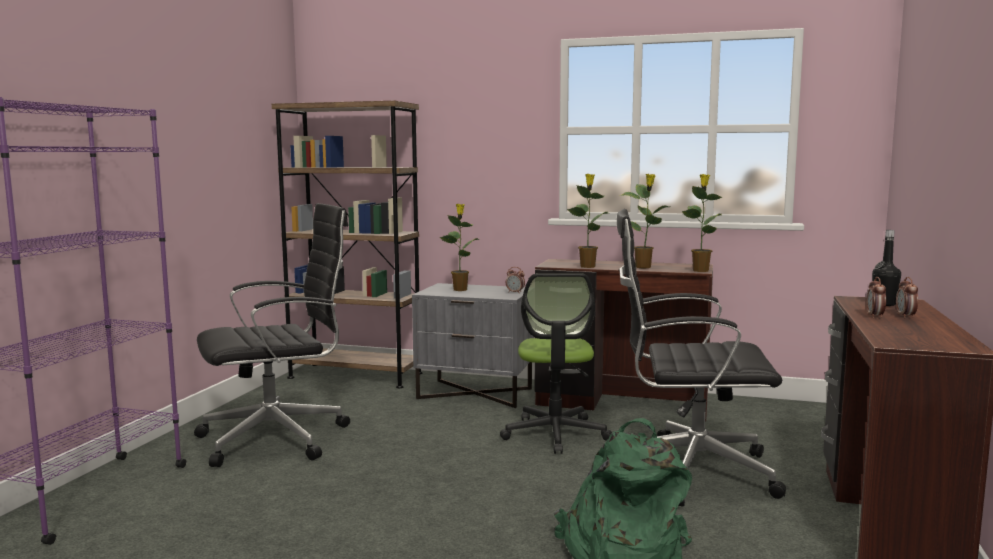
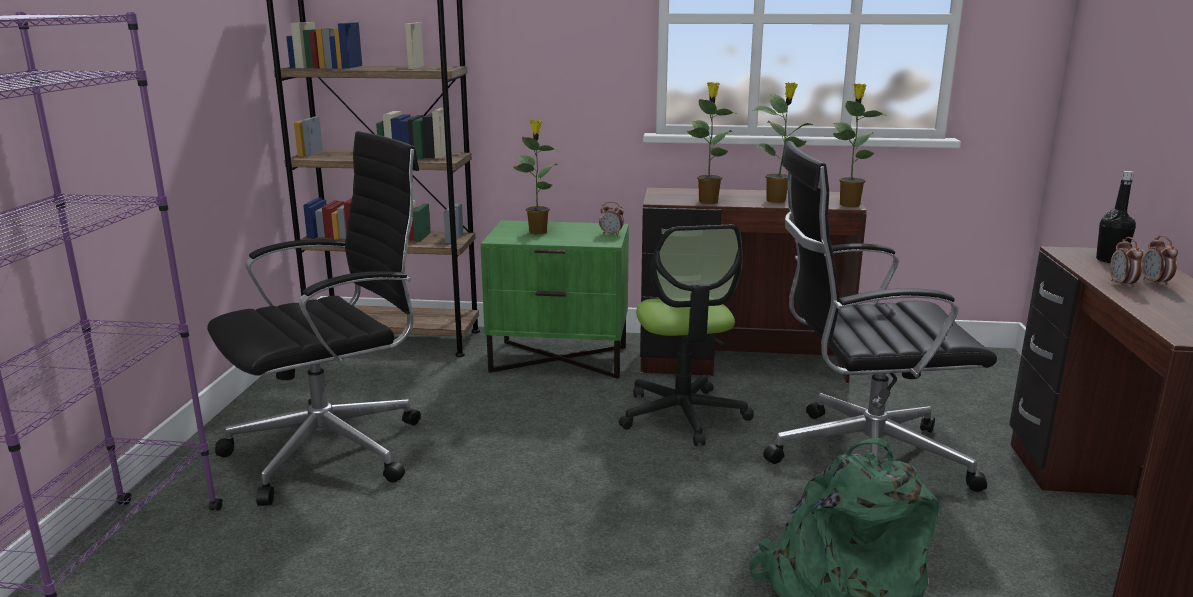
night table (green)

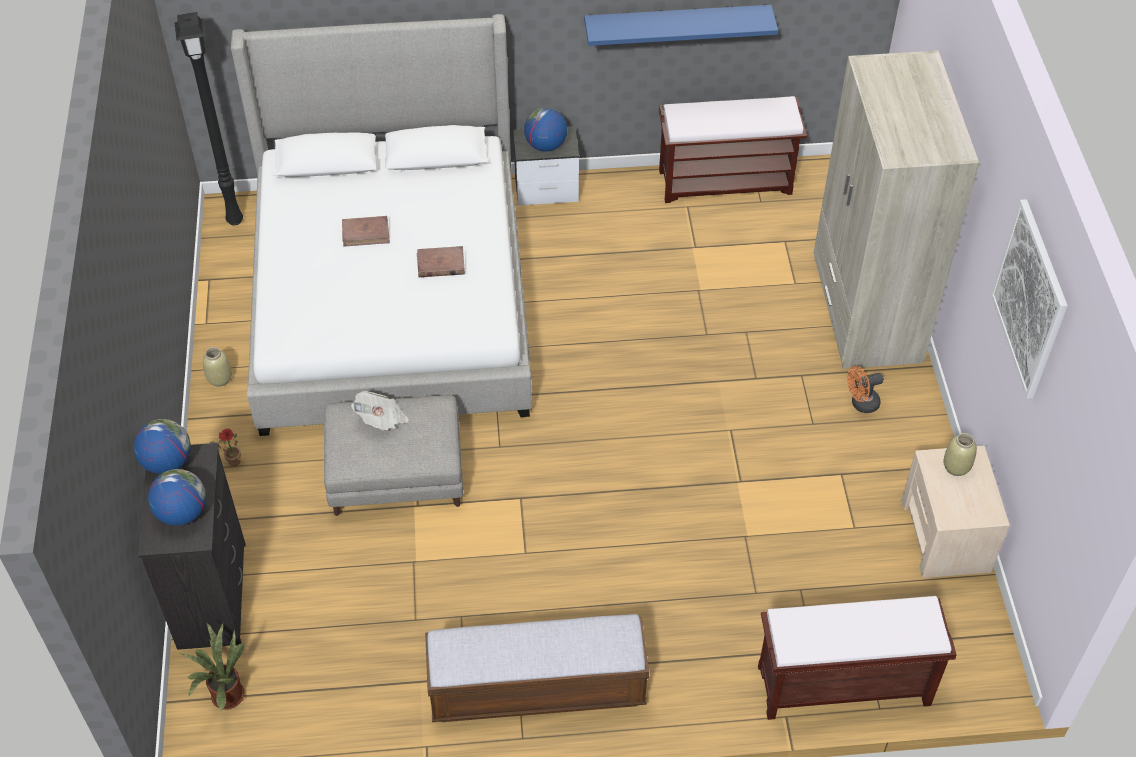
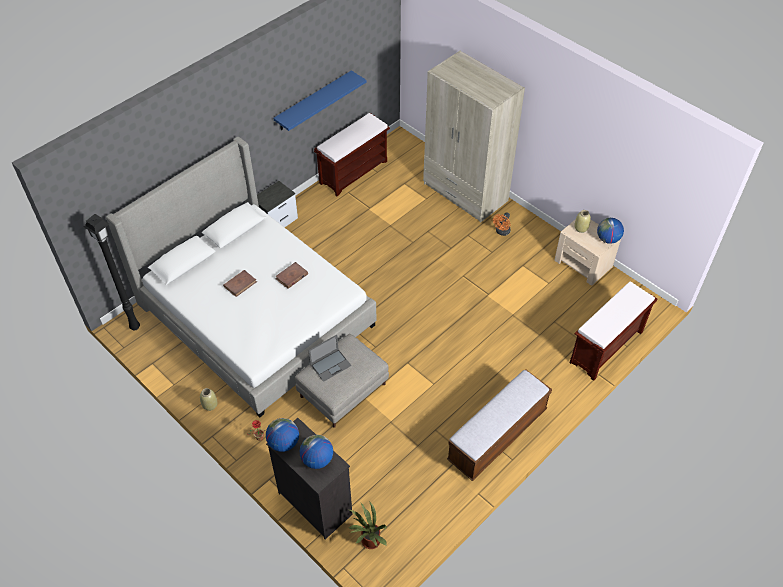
notebook computer; world globe (no. 3 from left); wall art

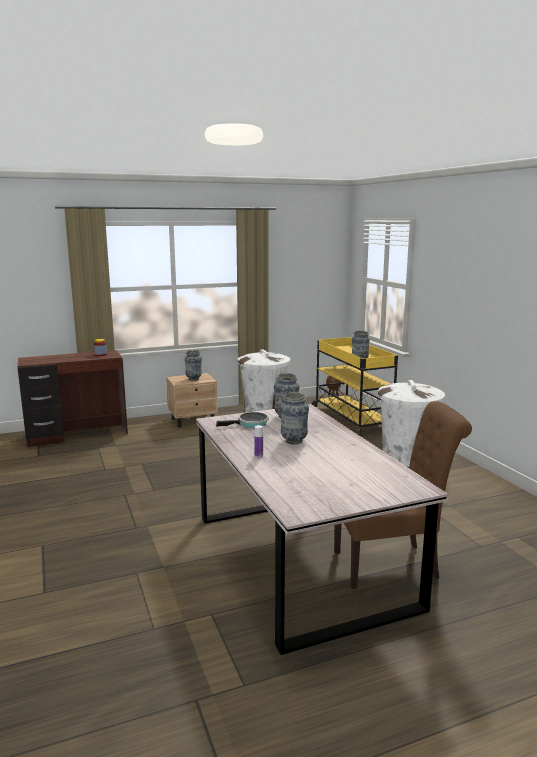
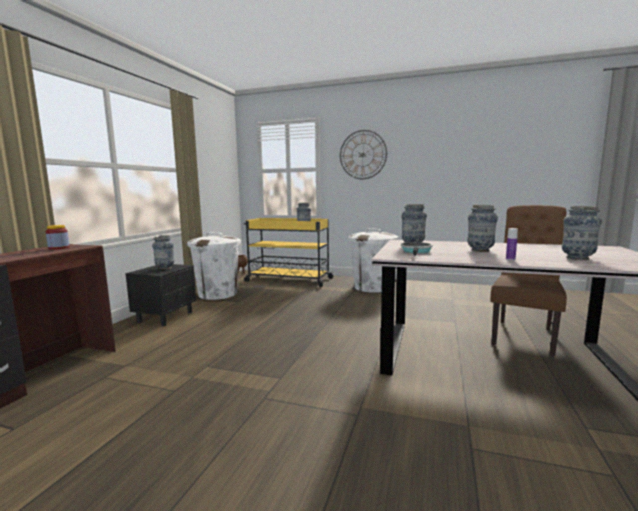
night table (blackish); hanging clock; vase (no. 5 from left)

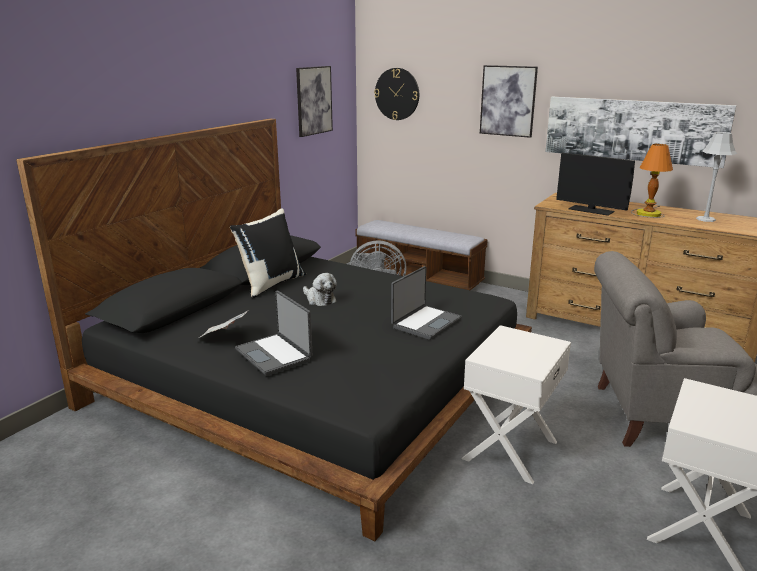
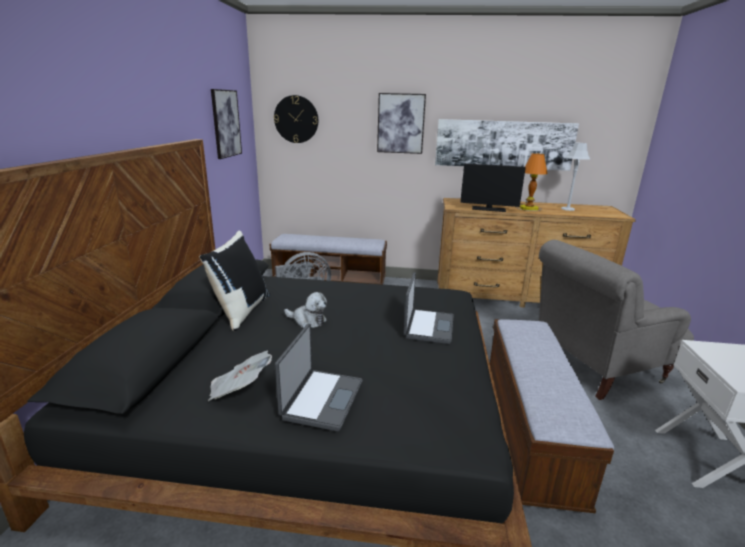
notebook computer (no. 1 from left); indoor bench (no. 2 from left)

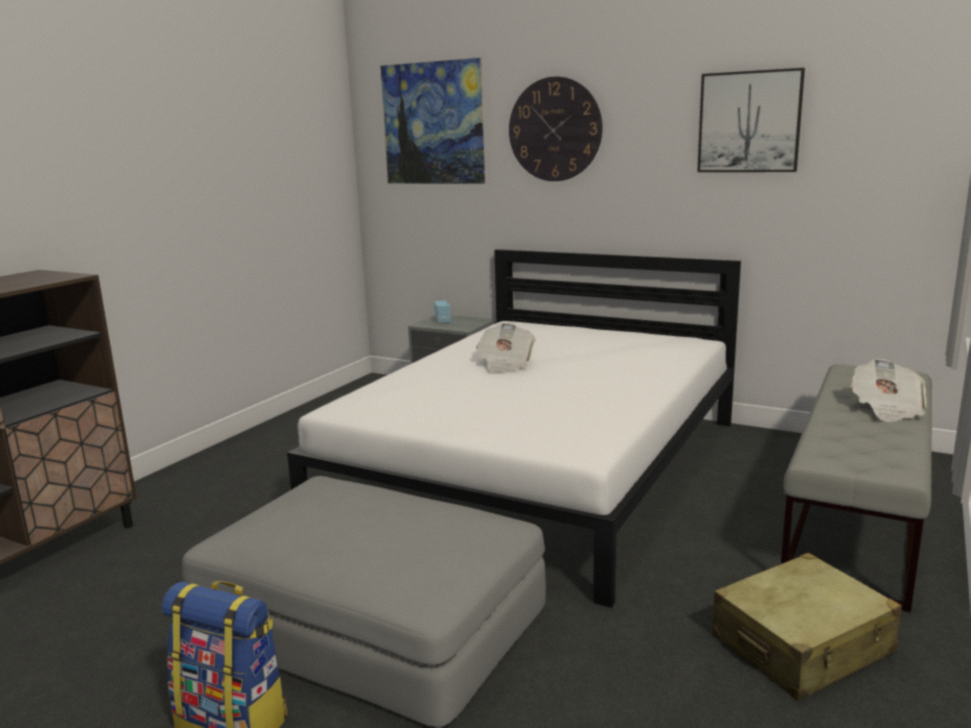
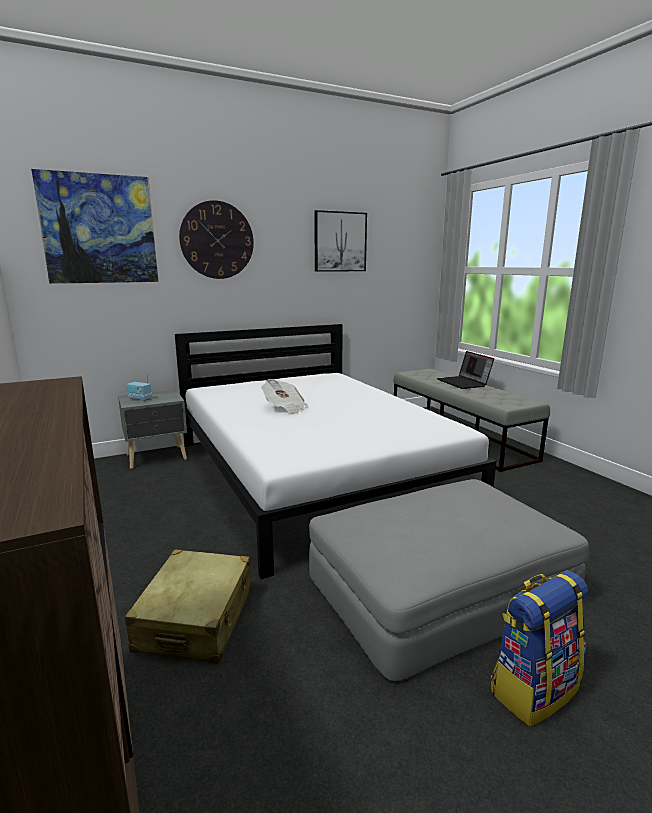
suitcase (beige-coloured); notebook computer

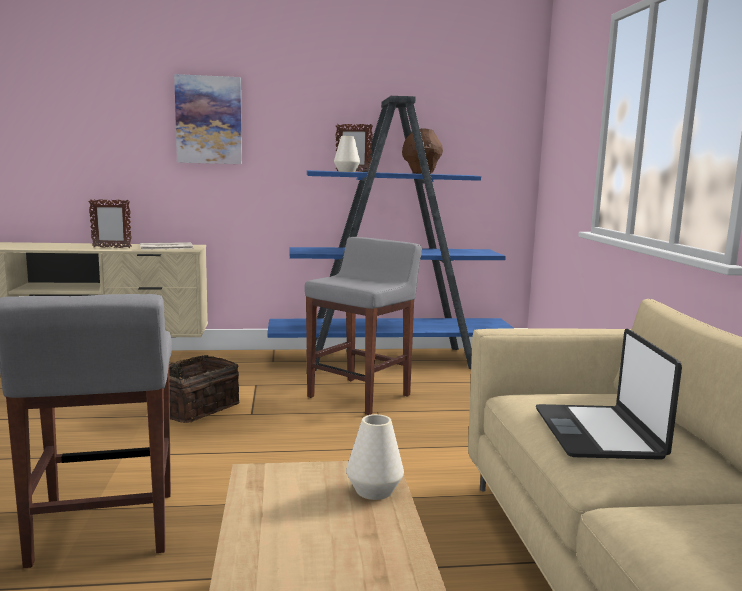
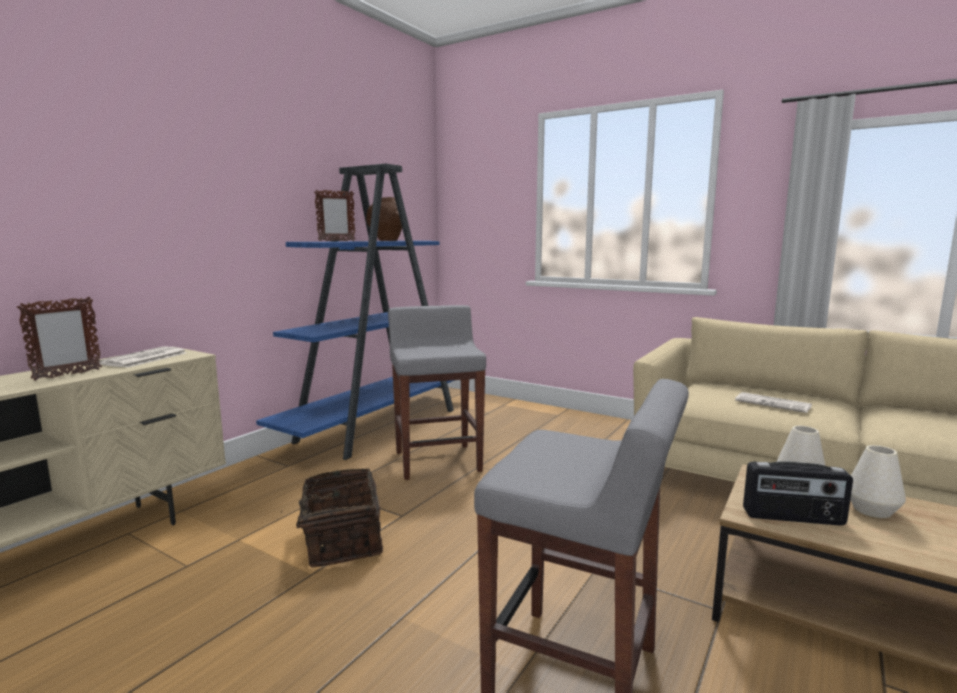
printed paper (no. 2 from left); radio receiver; vase (white-coloured) (no. 2 from left); wall art

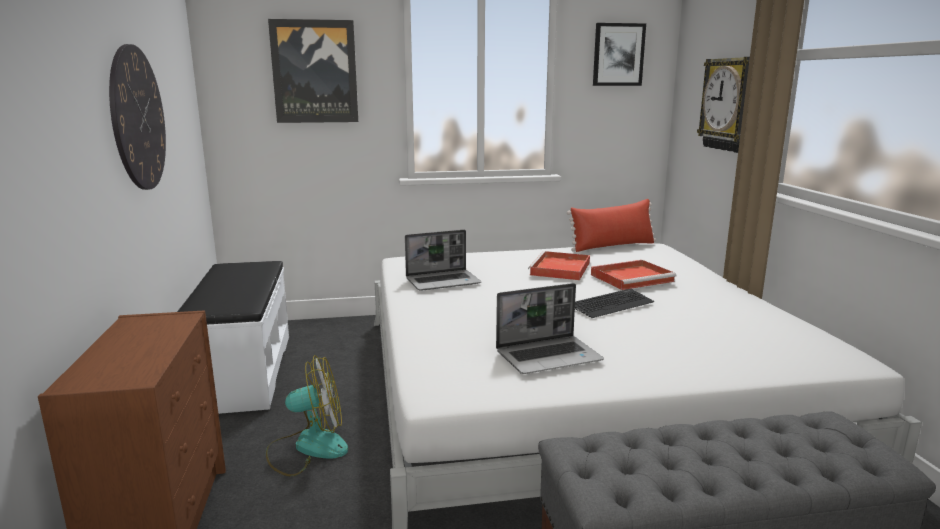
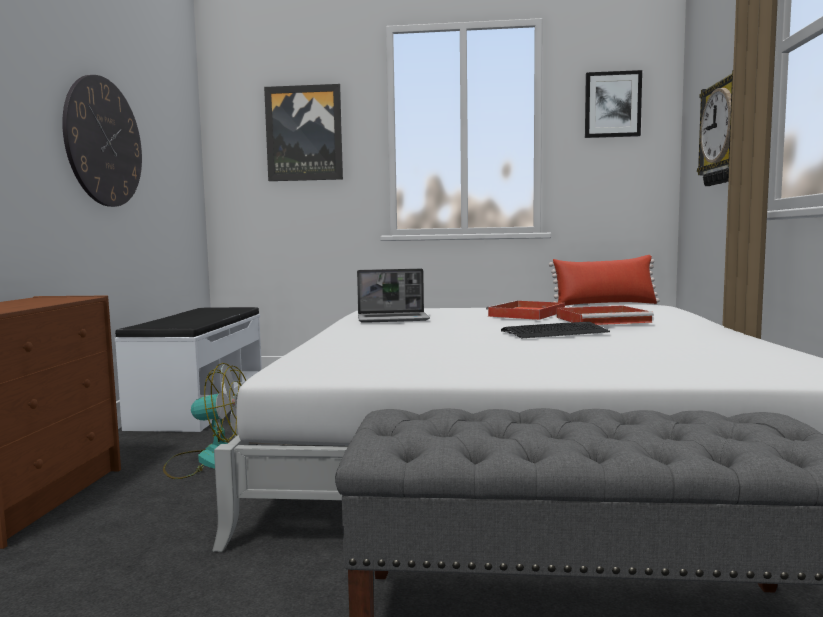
notebook computer (no. 2 from left in the first image)

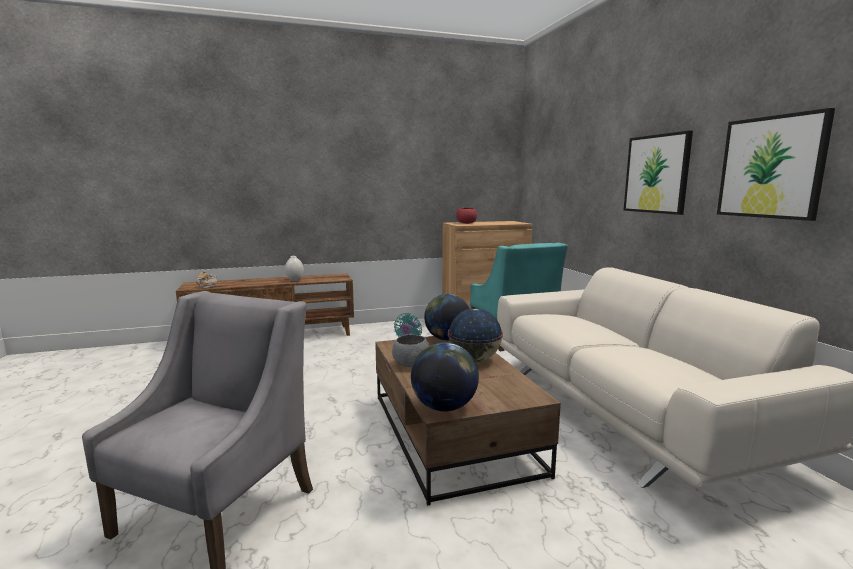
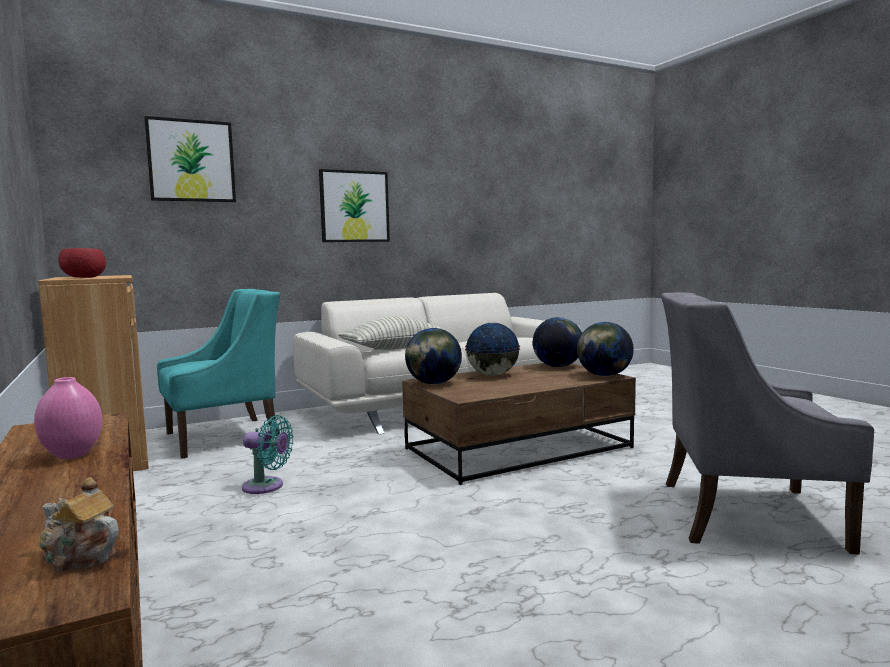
vase (pink-coloured); wall art (no. 1 from left); cushion; world globe (no. 3 from left); deep dish (gray)

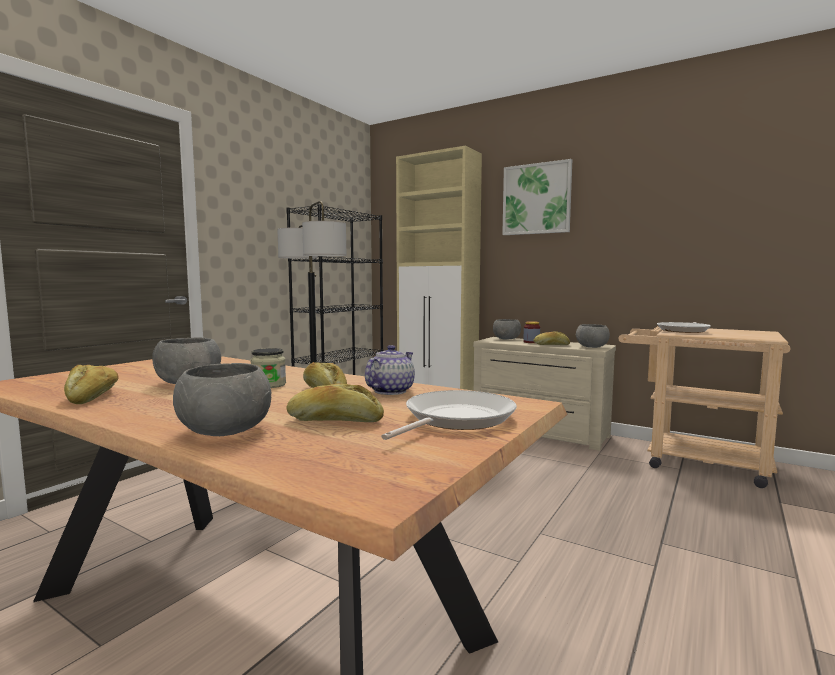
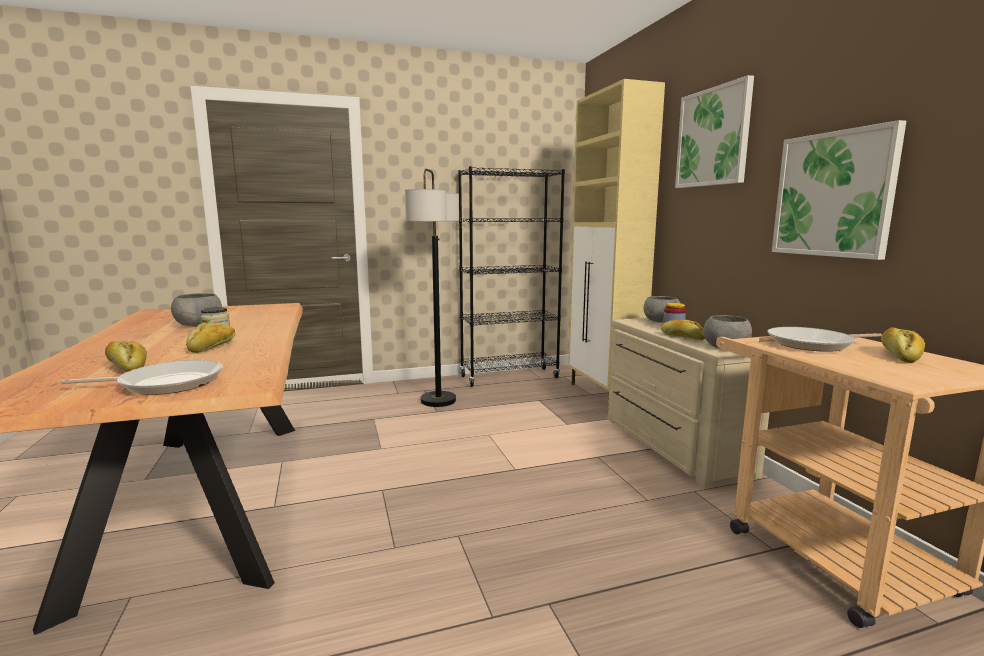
wall art (no. 2 from left); bakery bread (no. 4 from left); deep dish (gray) (no. 2 from left in the first image); tea pot

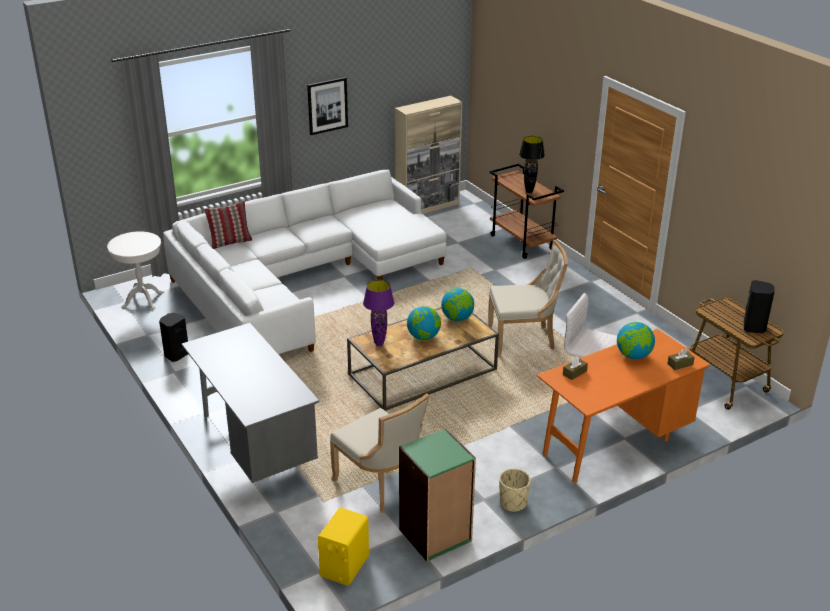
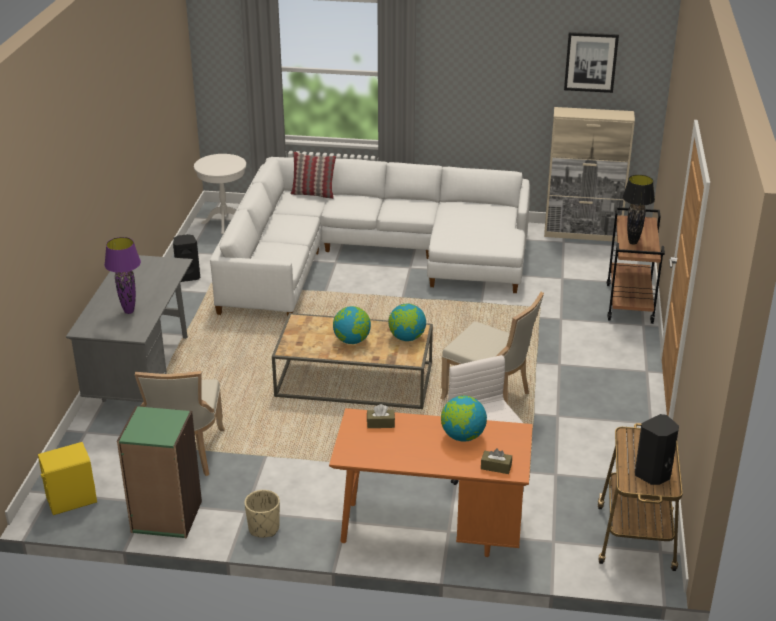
tabletop lamp (purple); wall art

